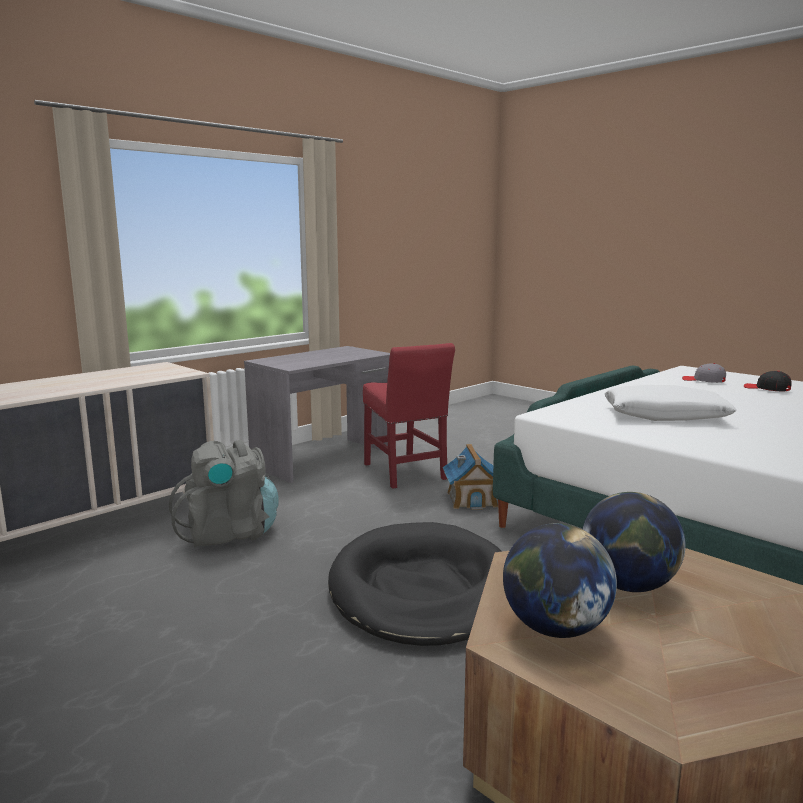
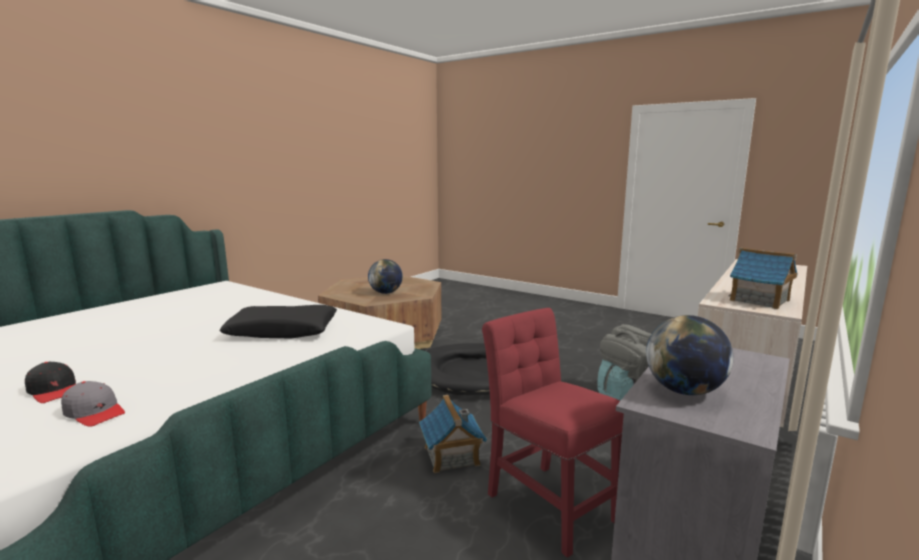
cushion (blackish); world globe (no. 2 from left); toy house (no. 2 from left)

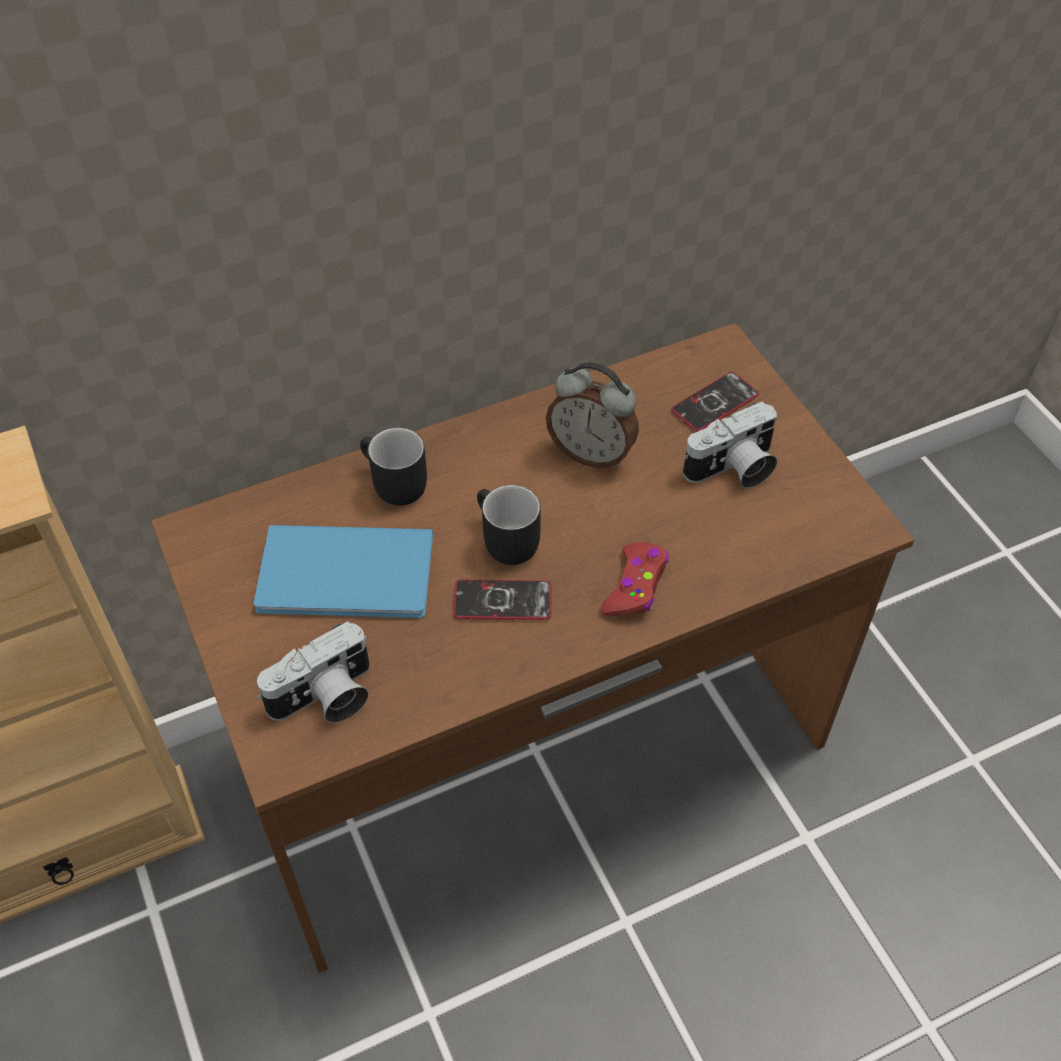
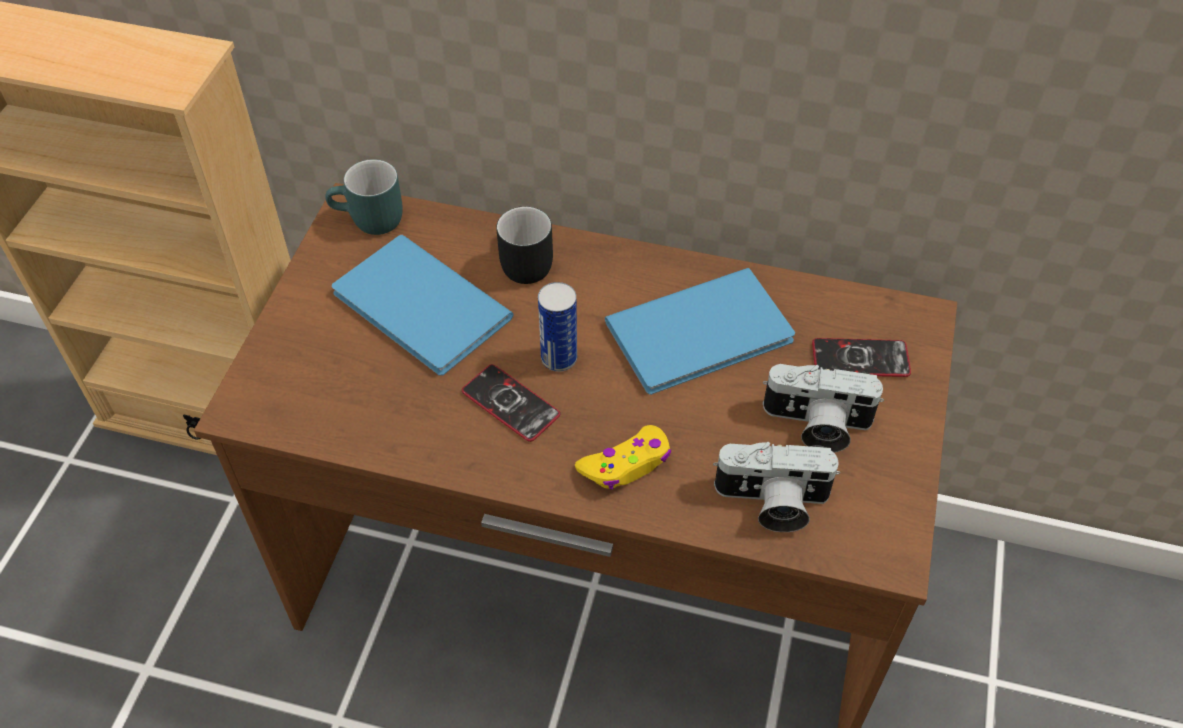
tea mug (blue-green); can; gamepad (yellow); volume (bluish) (no. 2 from left); still camera (no. 1 from left)

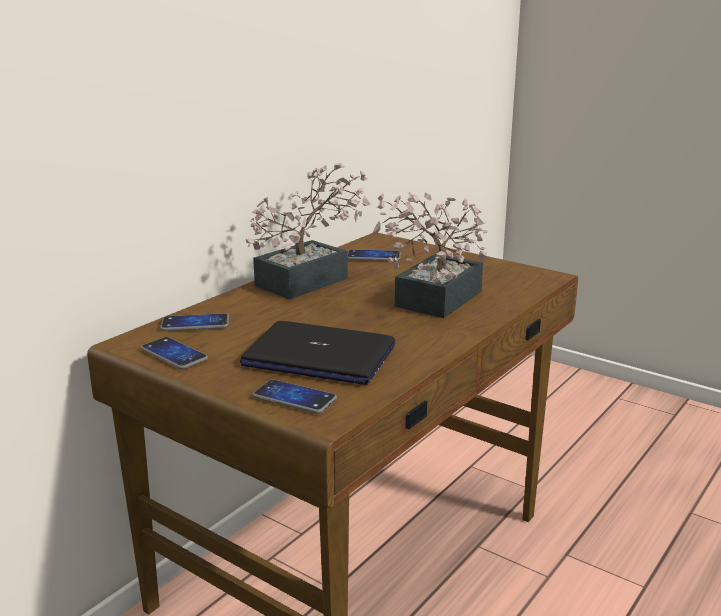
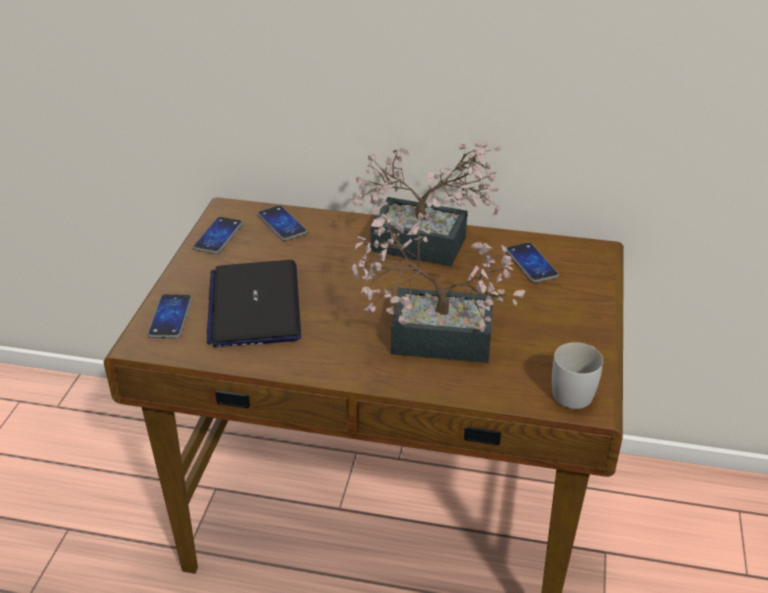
tea mug (white-coloured)

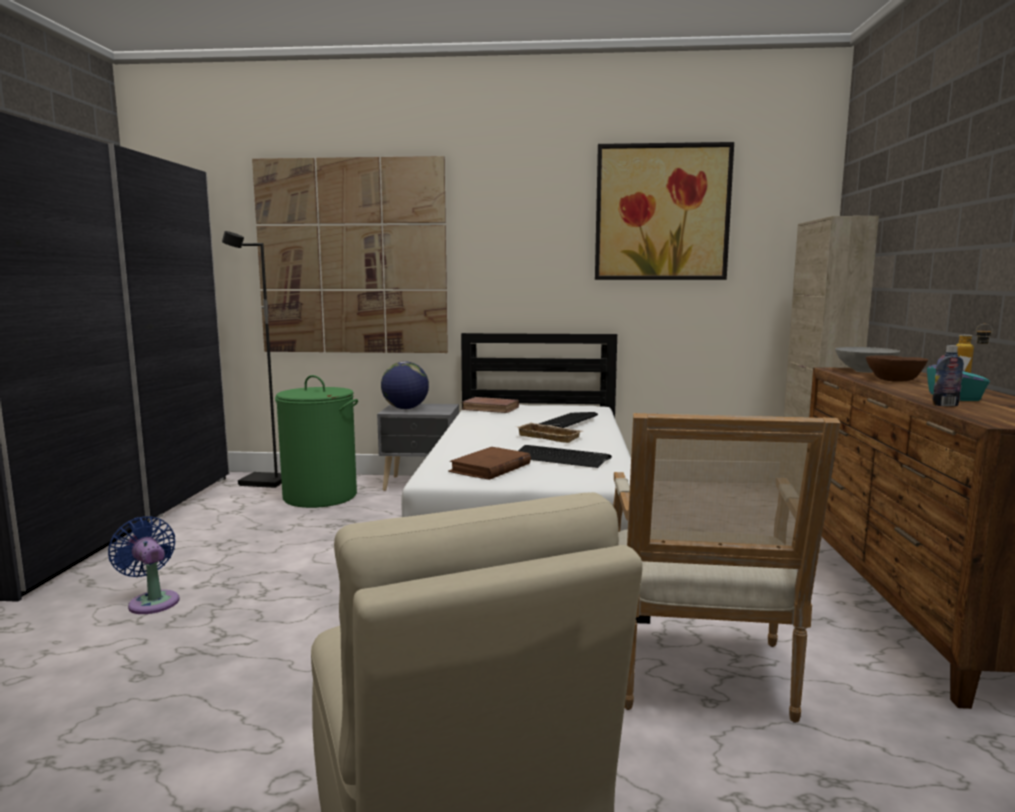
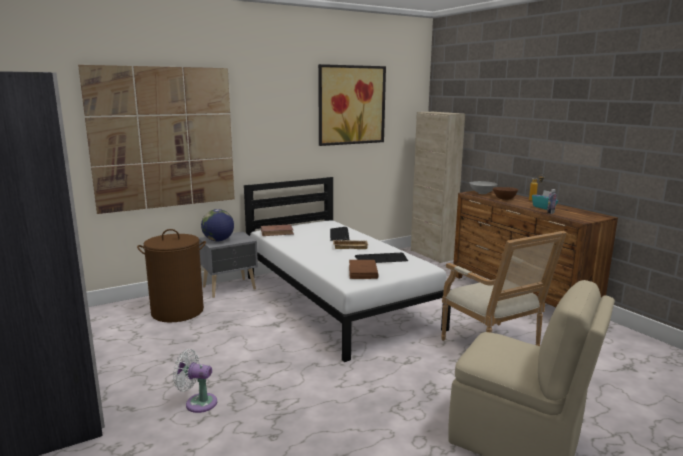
hamper (brown-coloured); electric fan (white-coloured); floor lamp (blackish)

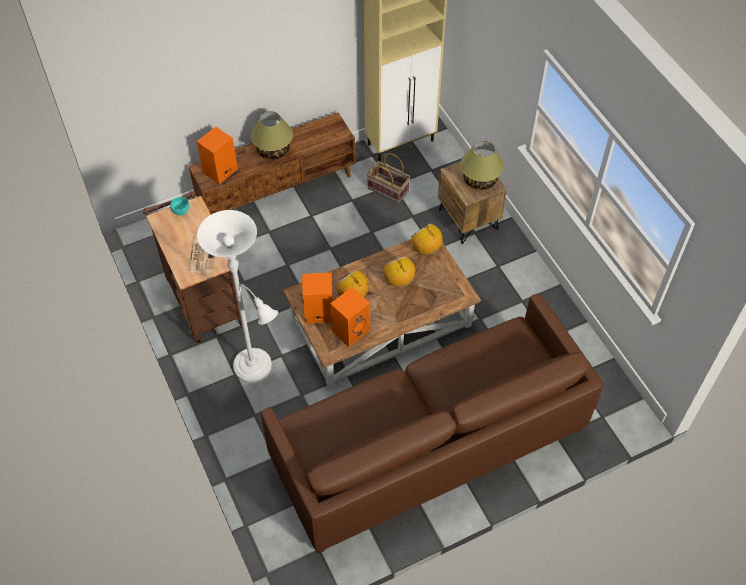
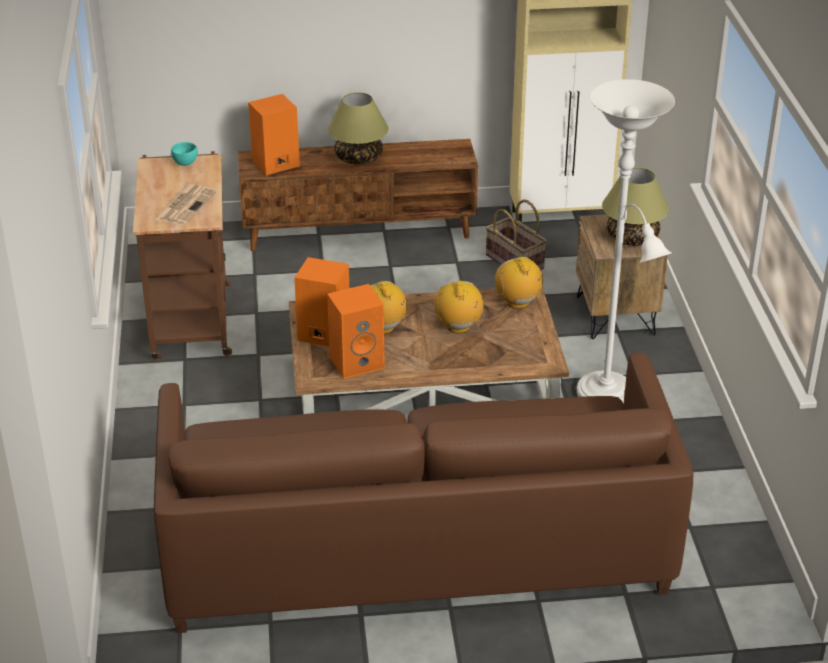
floor lamp (white-coloured)

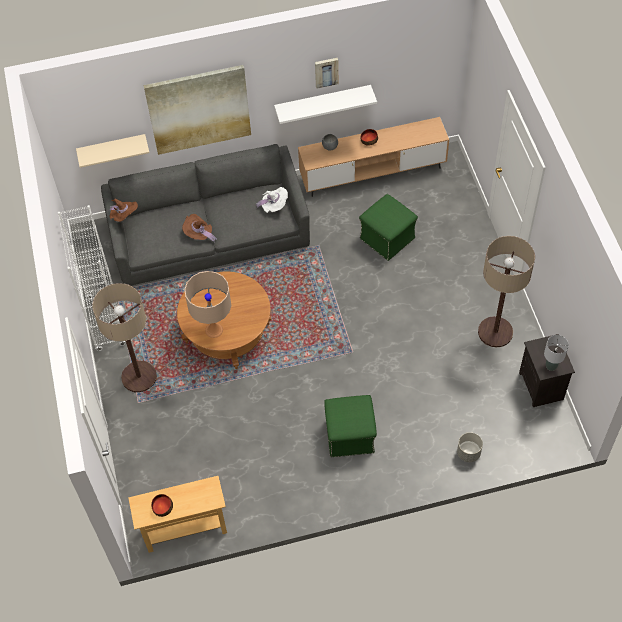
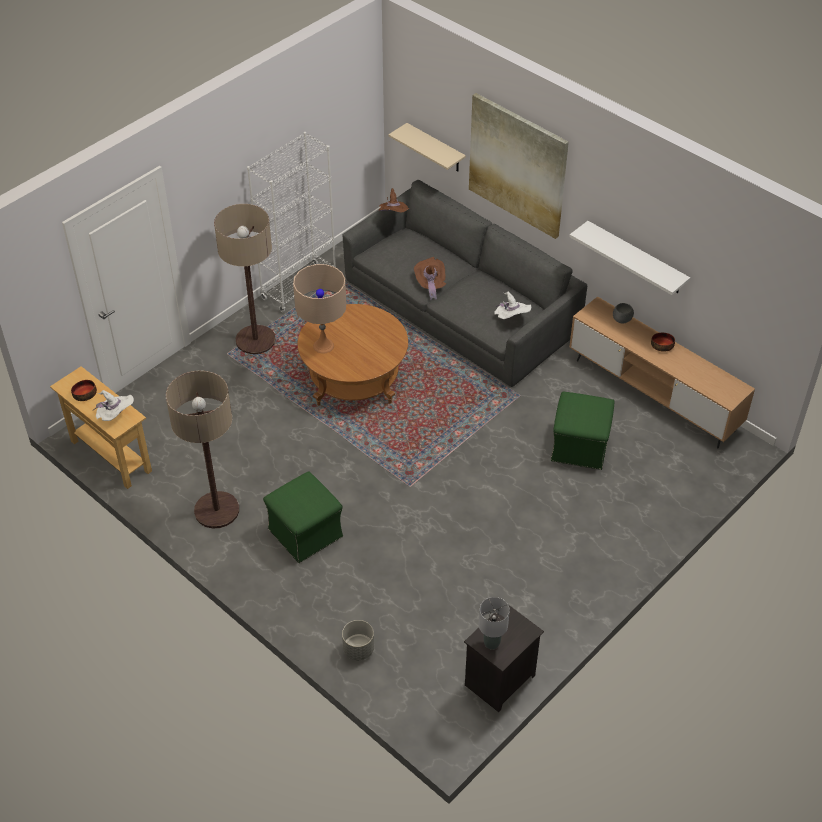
clothing hat (white-coloured) (no. 1 from left); floor lamp (no. 1 from left); wall art (no. 2 from left in the first image)

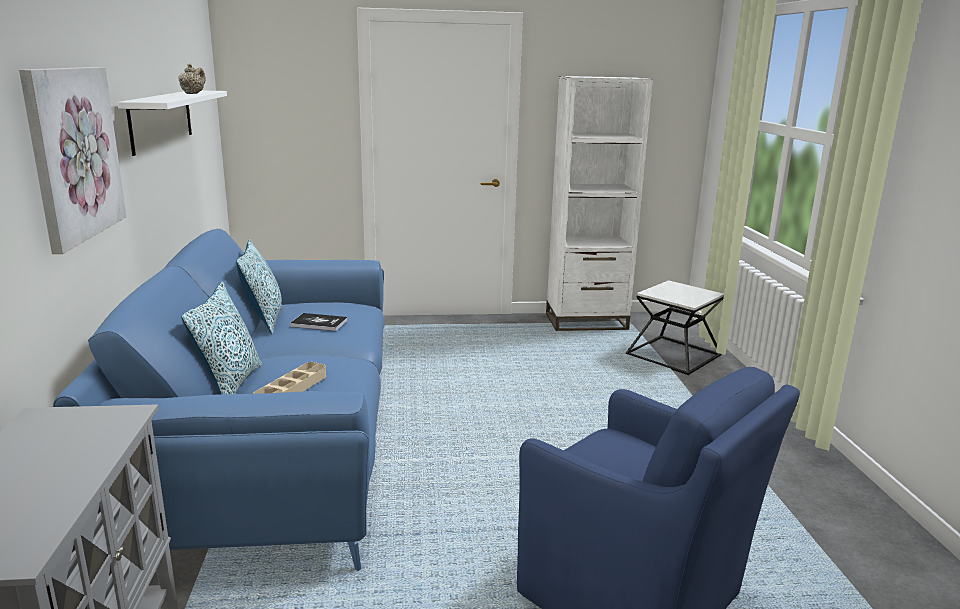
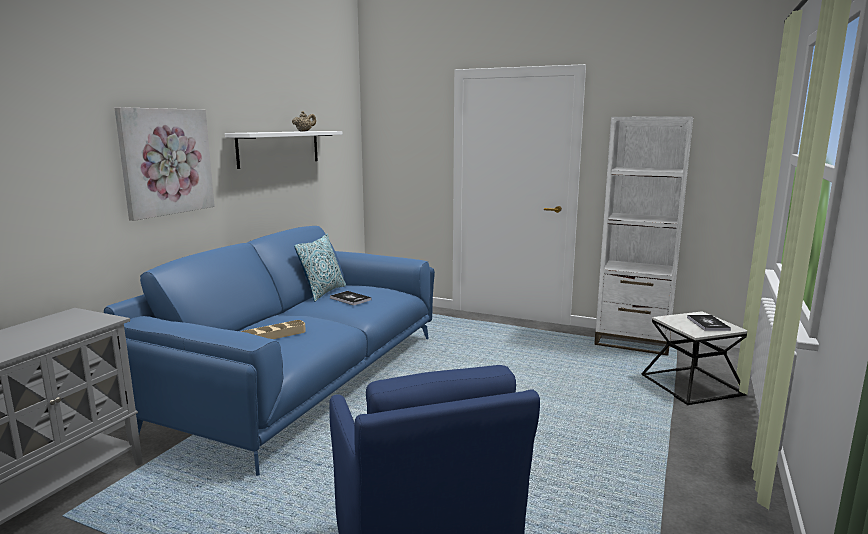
volume (no. 2 from left); cushion (no. 1 from left in the first image)

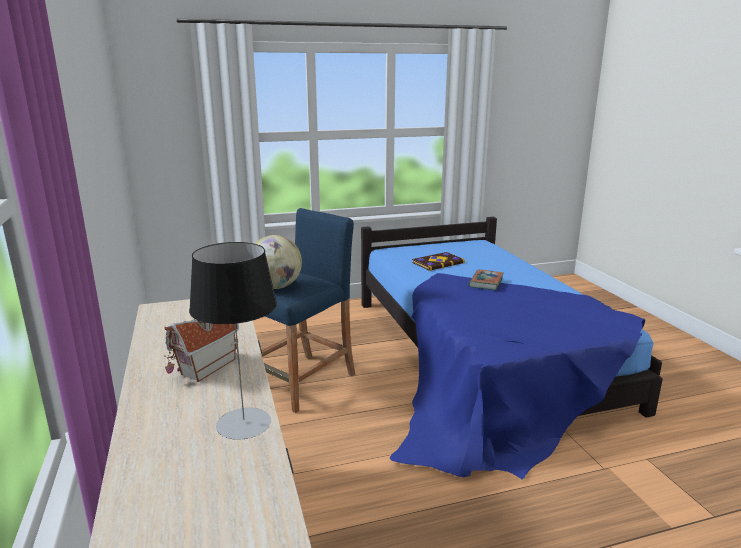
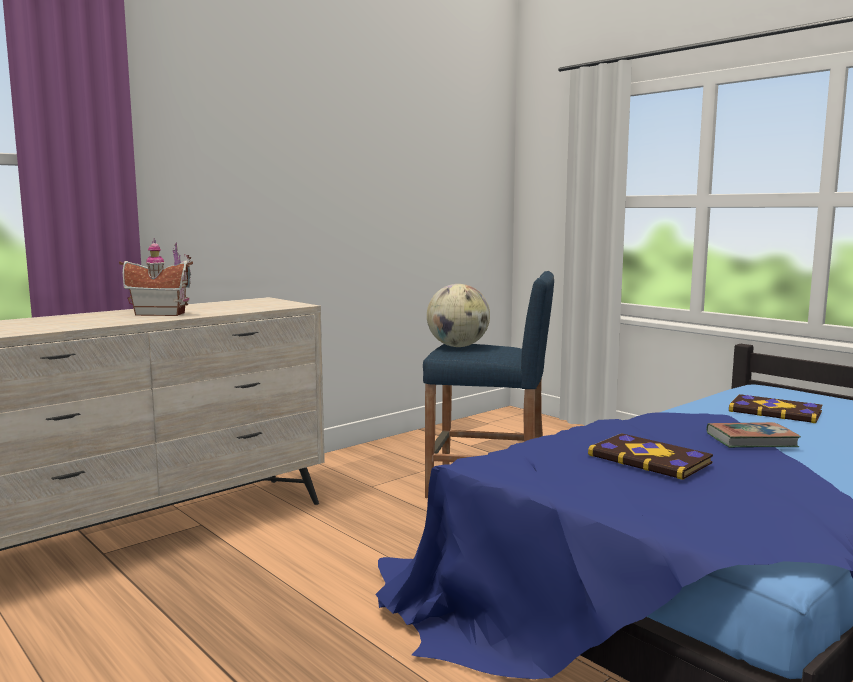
volume (no. 1 from left); tabletop lamp

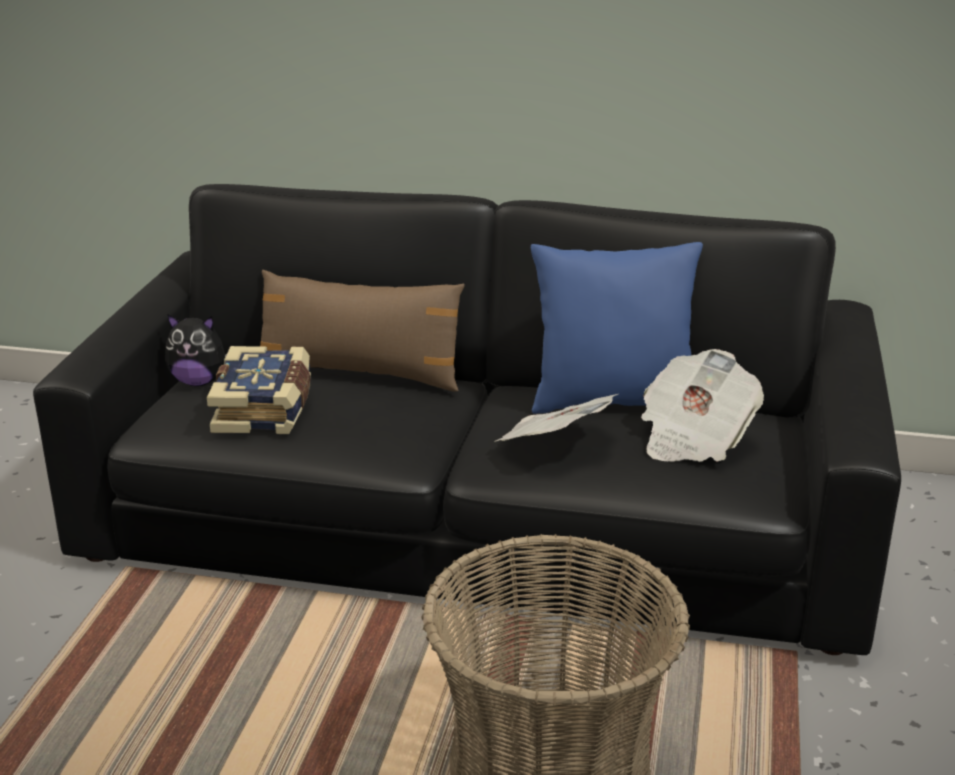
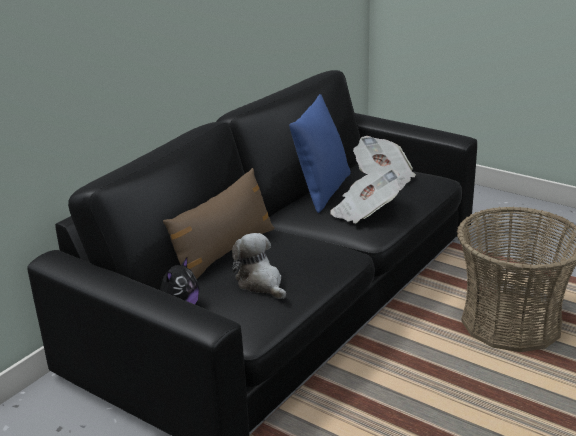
cuddly toy (no. 2 from left)

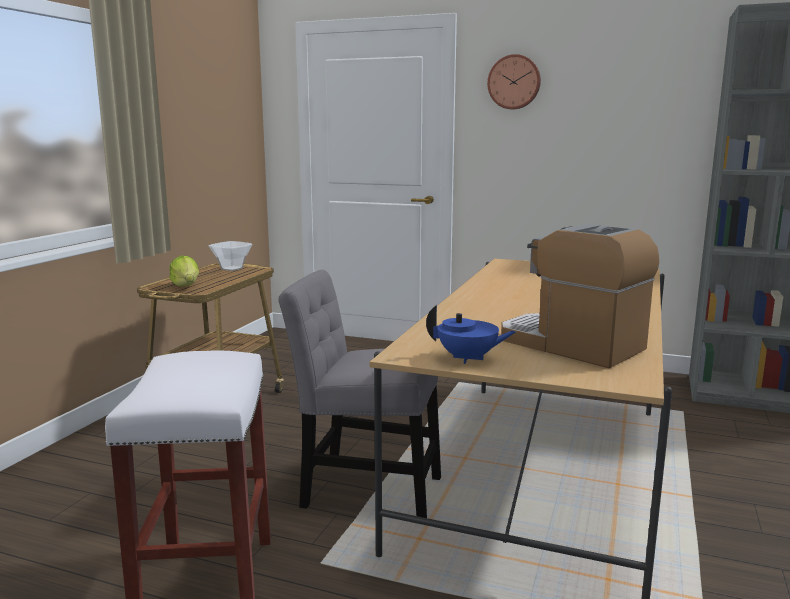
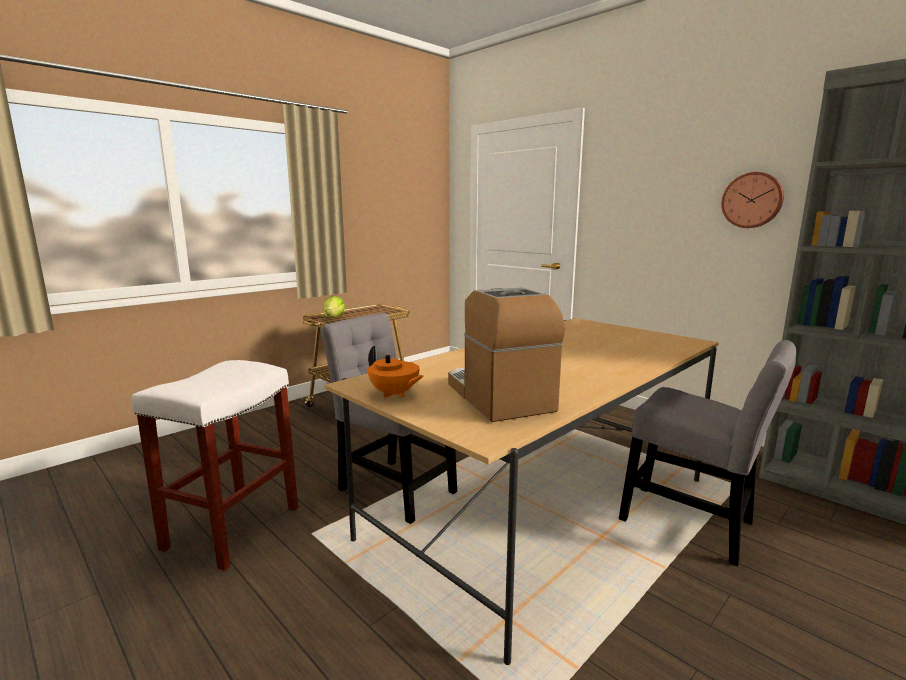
tea pot (orange-coloured); plain chair (gray) (no. 2 from left); hanging clock; deep dish

